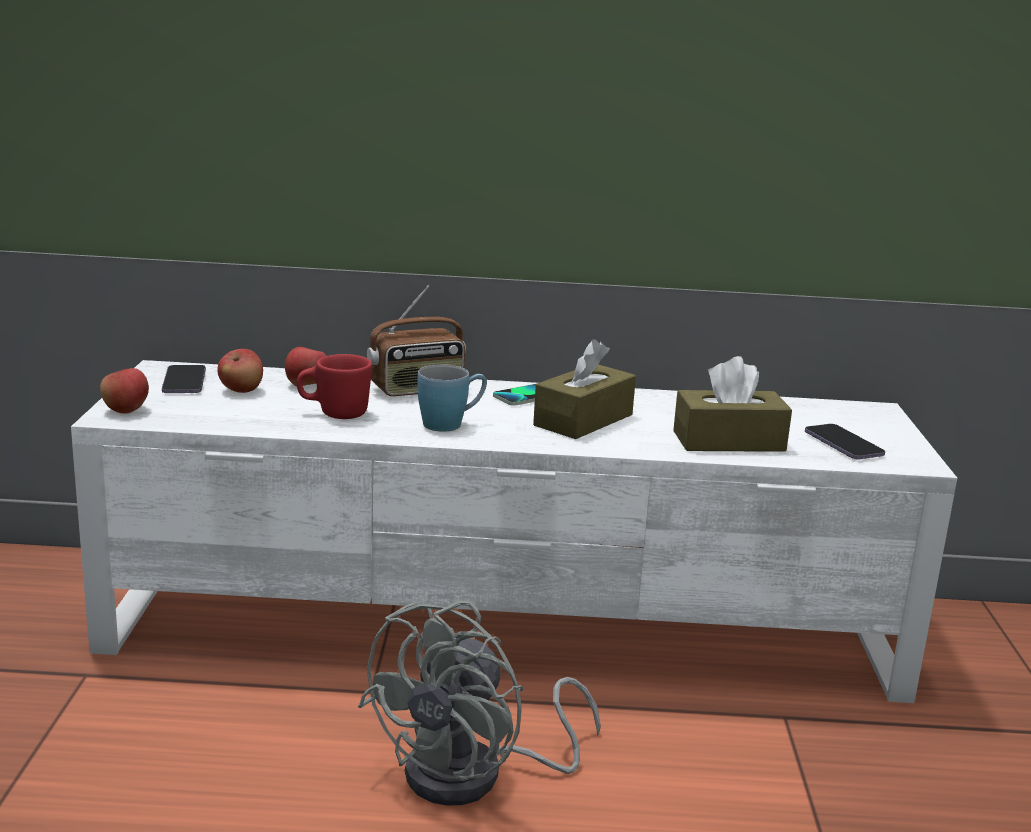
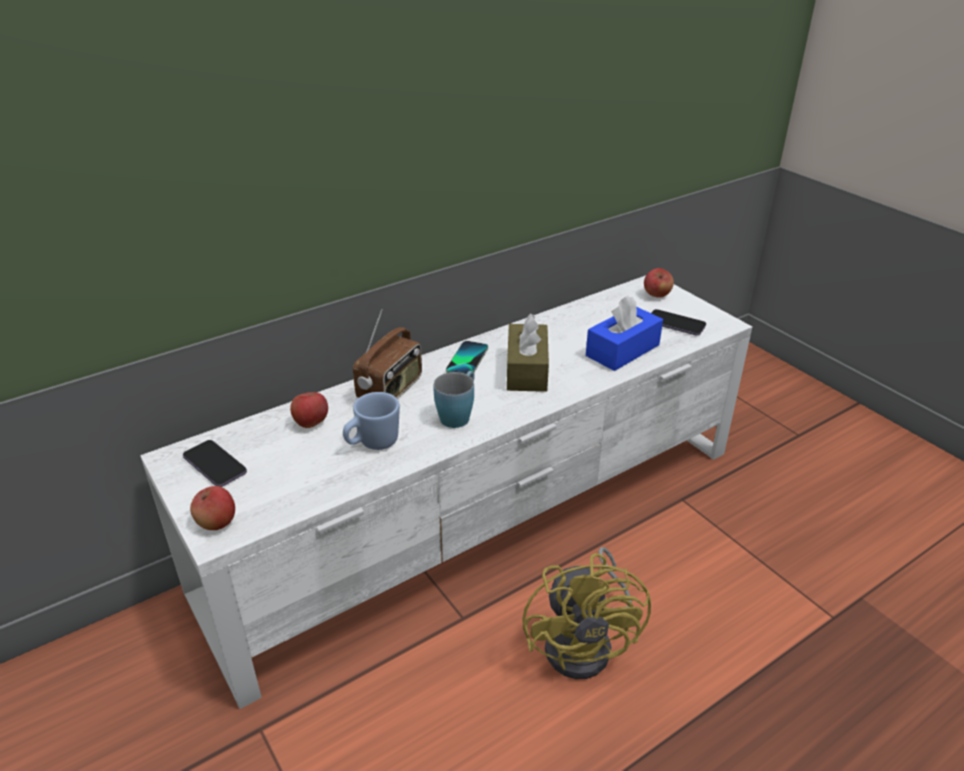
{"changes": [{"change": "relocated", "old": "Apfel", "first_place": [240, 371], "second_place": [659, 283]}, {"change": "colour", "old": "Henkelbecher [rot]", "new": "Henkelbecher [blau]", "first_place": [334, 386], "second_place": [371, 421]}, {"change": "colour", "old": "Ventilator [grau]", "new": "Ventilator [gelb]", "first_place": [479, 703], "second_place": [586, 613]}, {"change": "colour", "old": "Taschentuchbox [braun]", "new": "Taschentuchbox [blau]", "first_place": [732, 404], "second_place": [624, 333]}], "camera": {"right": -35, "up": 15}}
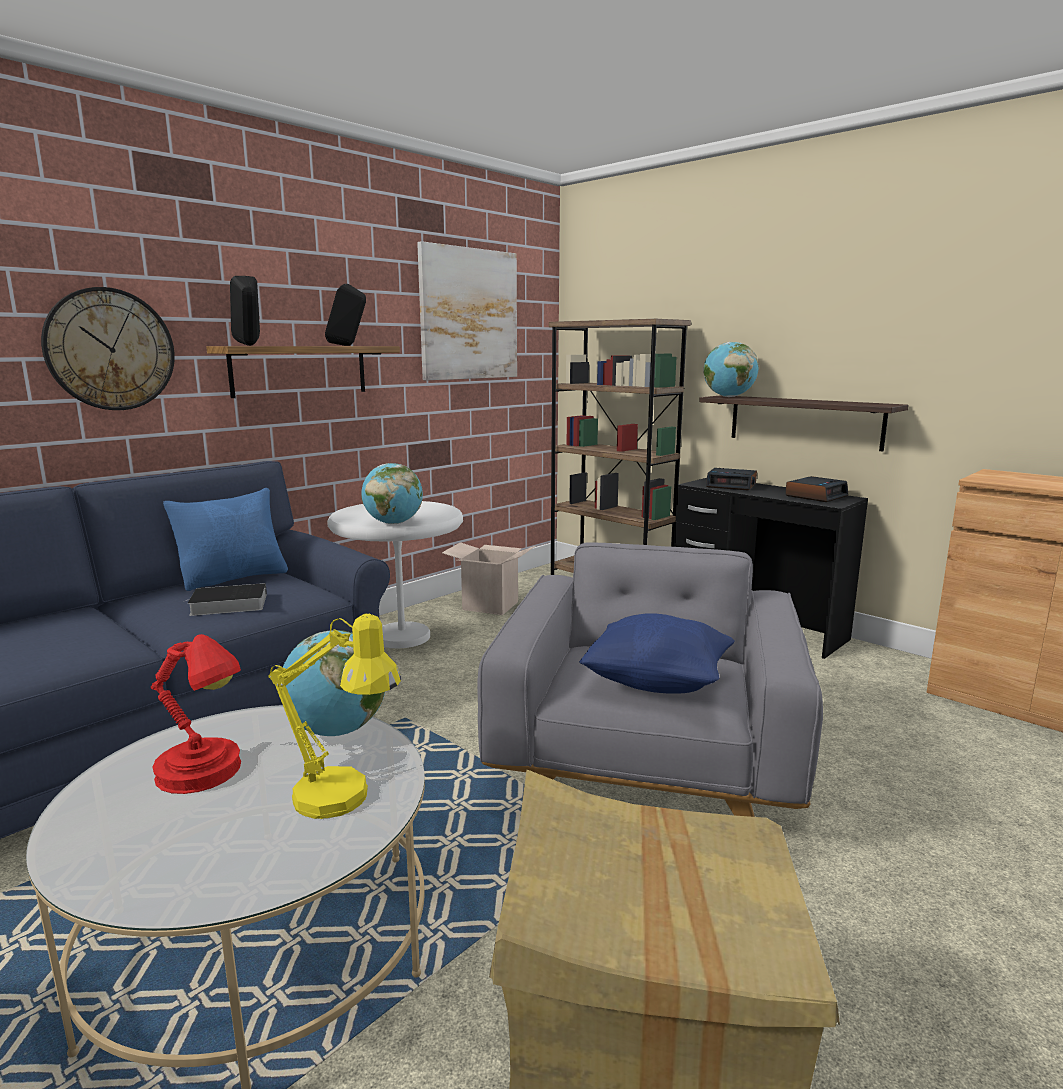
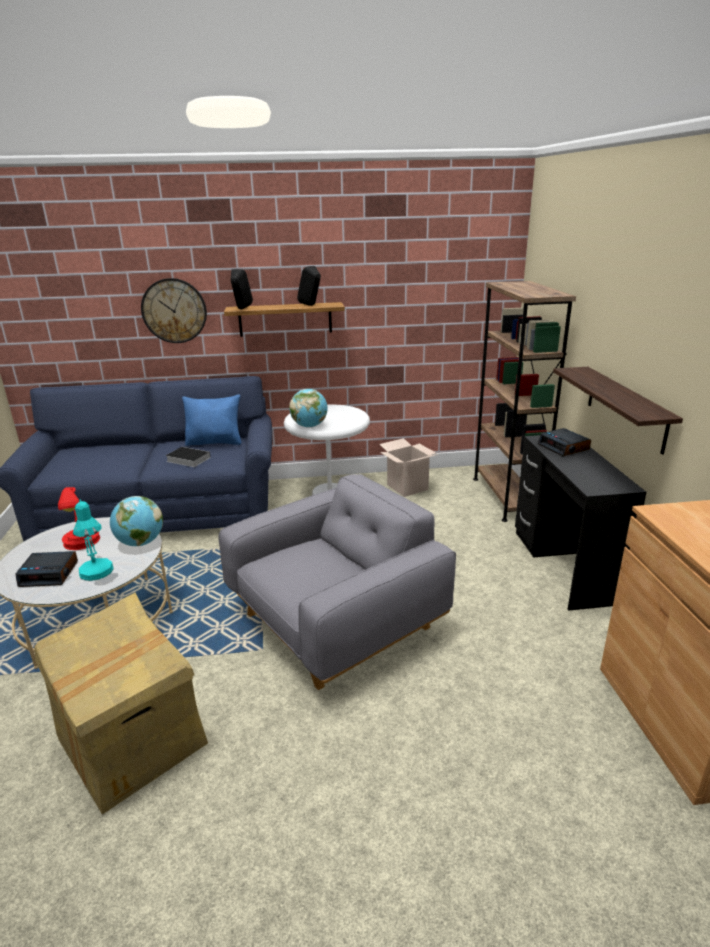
{"changes": [{"change": "colour", "old": "Tischlampe [gelb]", "new": "Tischlampe [türkis]", "first_place": [334, 716], "second_place": [93, 540]}, {"change": "missing", "old": "Bild", "first_place": [467, 310]}, {"change": "missing", "old": "Kissen [blau]", "first_place": [656, 653]}, {"change": "missing", "old": "Globus", "first_place": [731, 369]}, {"change": "relocated", "old": "Wecker", "first_place": [816, 489], "second_place": [46, 569]}], "camera": {"right": 40, "up": 10}}
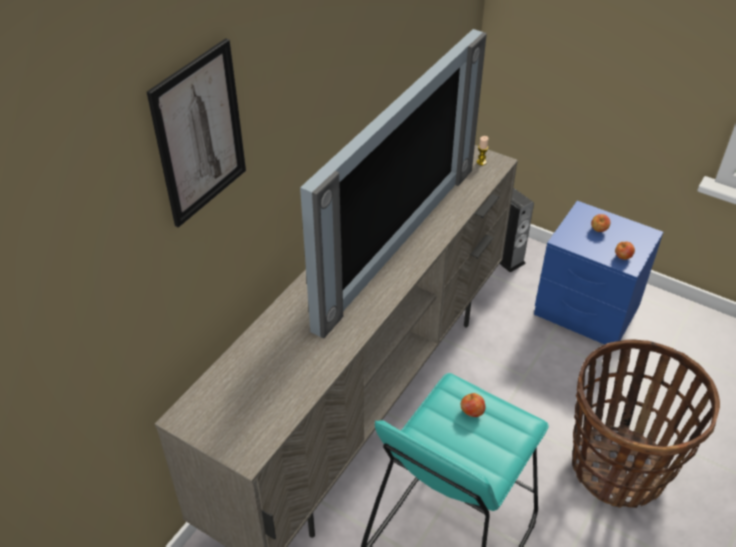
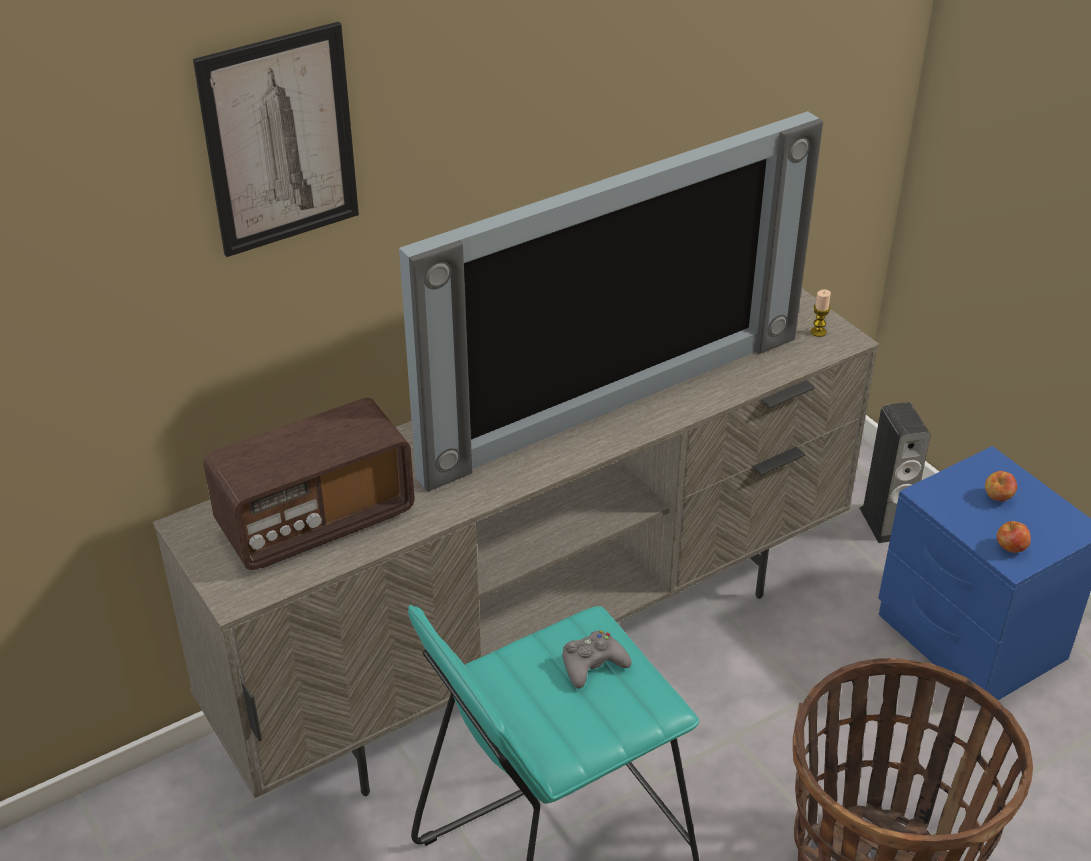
{"changes": [{"change": "exchanged", "old": "Apfel", "new": "Gamepad [grau]", "first_place": [473, 405], "second_place": [596, 660]}, {"change": "appeared", "new": "Radio", "second_place": [309, 484]}], "camera": {"right": 25, "up": -5}}
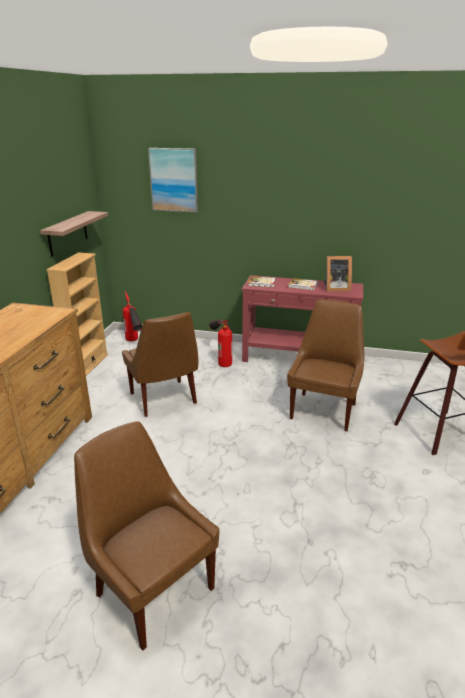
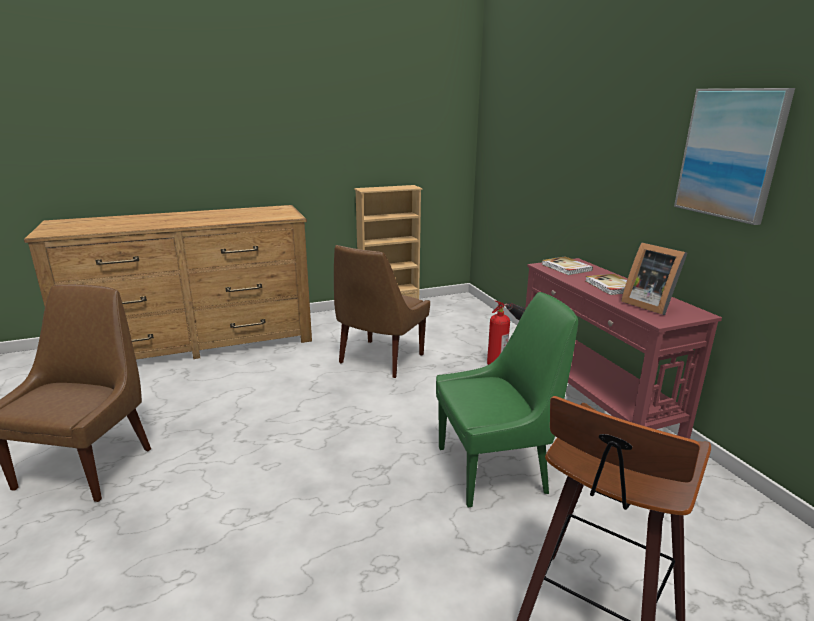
{"changes": [{"change": "missing", "old": "Wandregal", "first_place": [74, 233]}, {"change": "missing", "old": "Feuerlöscher", "first_place": [132, 316]}, {"change": "relocated", "old": "Bild", "first_place": [173, 180], "second_place": [734, 156]}, {"change": "colour", "old": "Stuhl [braun]", "new": "Stuhl [grün]", "first_place": [325, 365], "second_place": [507, 399]}], "camera": {"right": 55, "up": -5}}
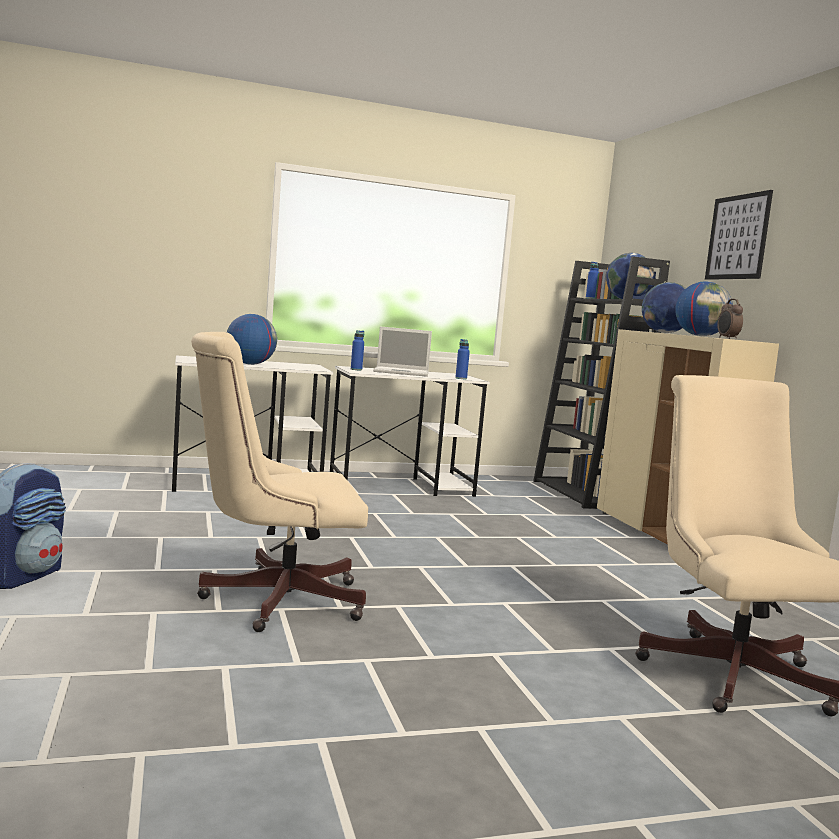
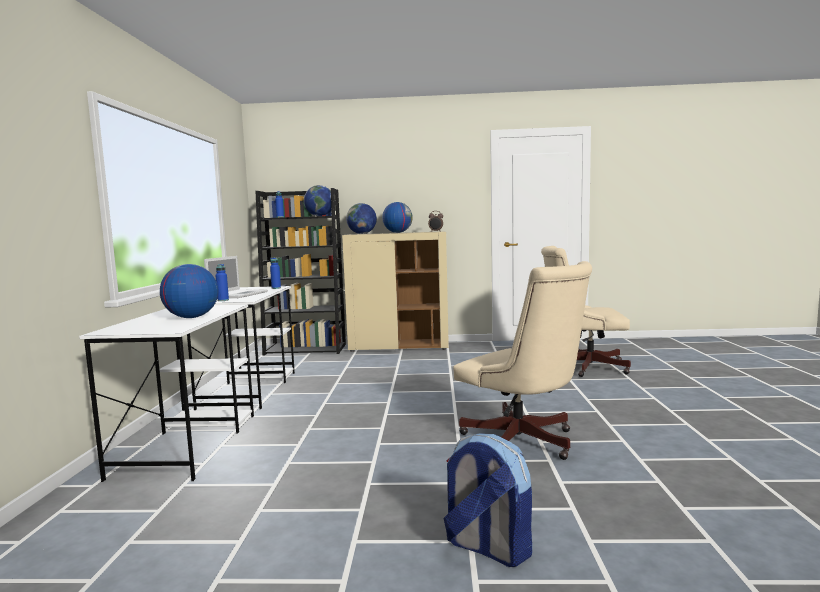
{"changes": [{"change": "spun", "old": "Bürostuhl [beige]", "first_place": [279, 482], "second_place": [522, 360], "degrees": -45}, {"change": "missing", "old": "Bild", "first_place": [739, 235]}], "camera": {"right": -70, "up": 0}}
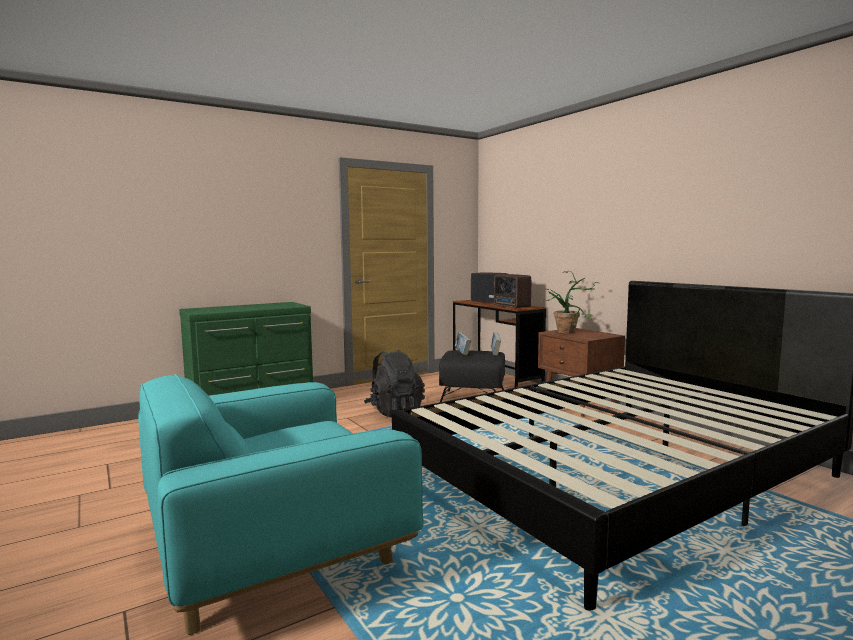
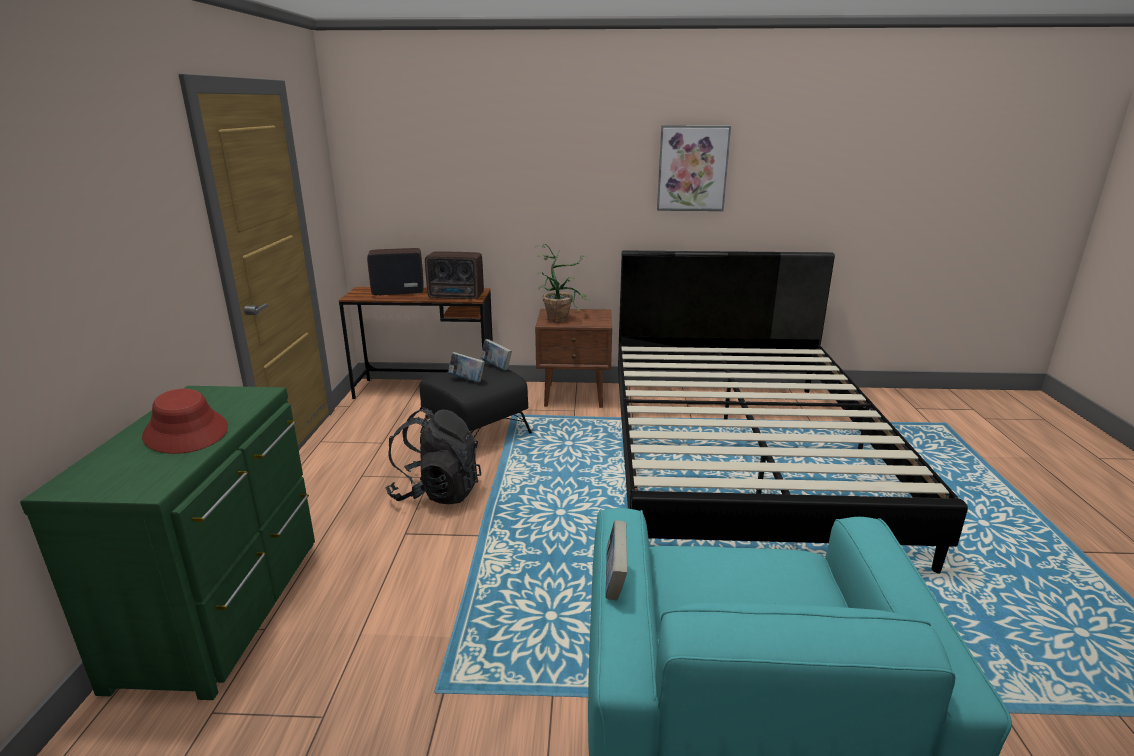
{"changes": [{"change": "appeared", "new": "Hut [rot]", "second_place": [185, 421]}, {"change": "appeared", "new": "Buch", "second_place": [616, 560]}, {"change": "appeared", "new": "Bild", "second_place": [694, 168]}], "camera": {"right": -55, "up": 15}}
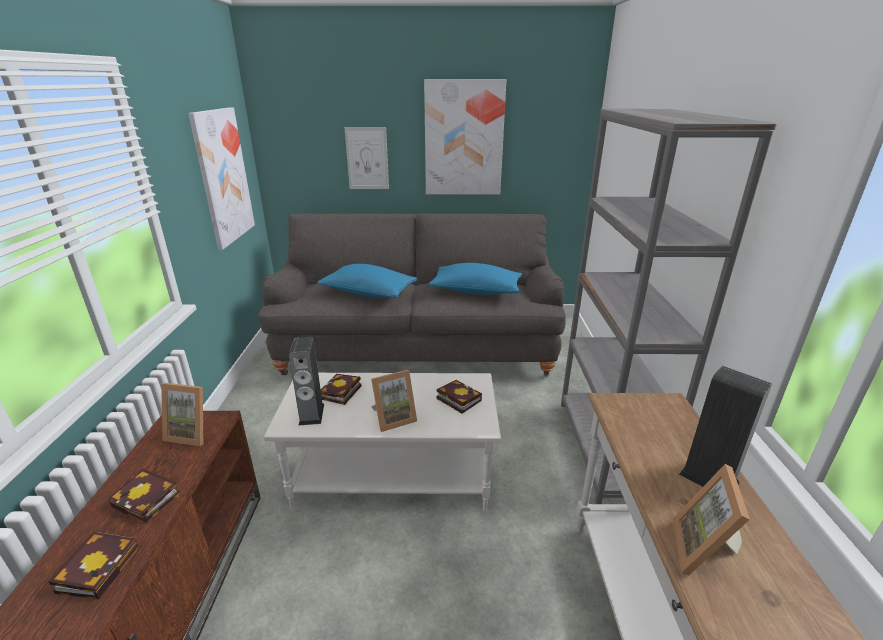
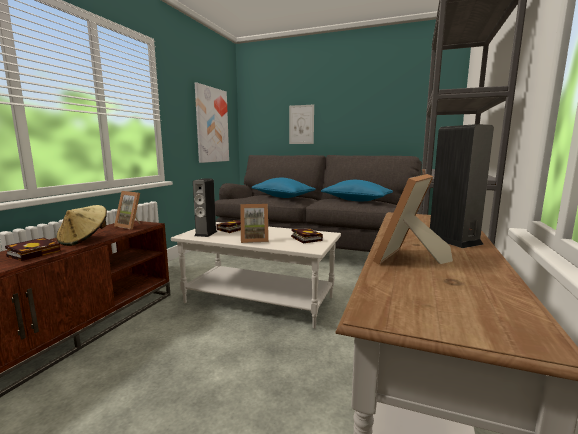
{"changes": [{"change": "exchanged", "old": "Buch", "new": "Hut [beige]", "first_place": [144, 496], "second_place": [81, 225]}, {"change": "missing", "old": "Bild", "first_place": [465, 137]}], "camera": {"right": 20, "up": -15}}
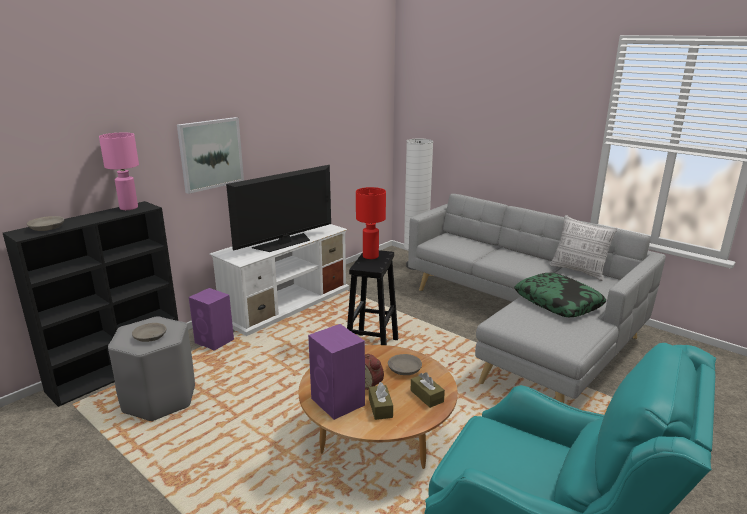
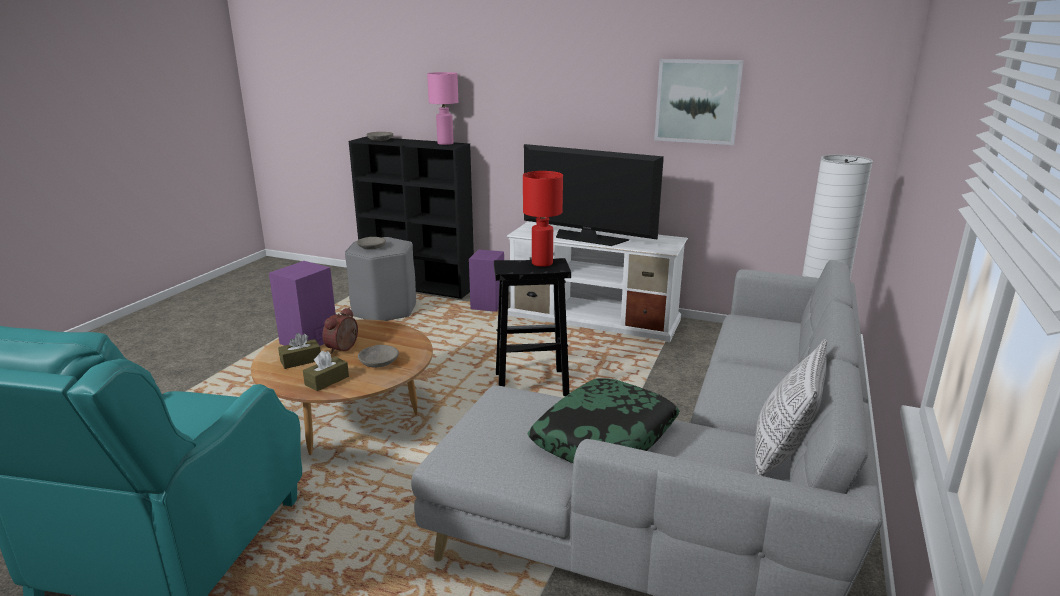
{"changes": [{"change": "relocated", "old": "Bild", "first_place": [210, 155], "second_place": [699, 102]}], "camera": {"right": 70, "up": 0}}
